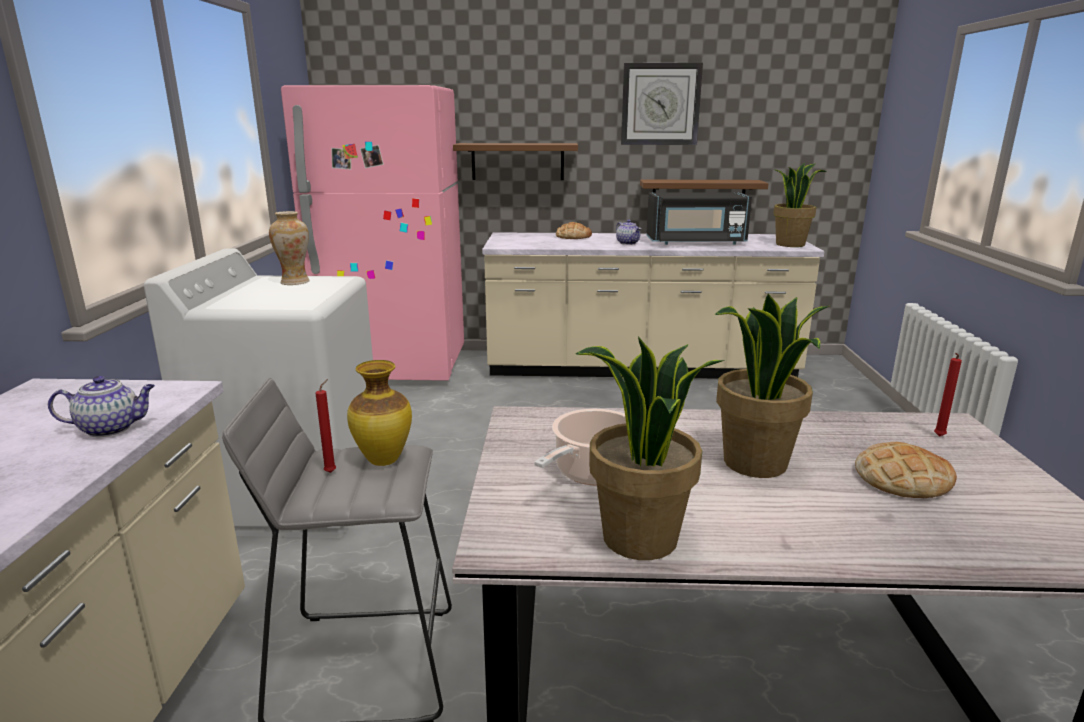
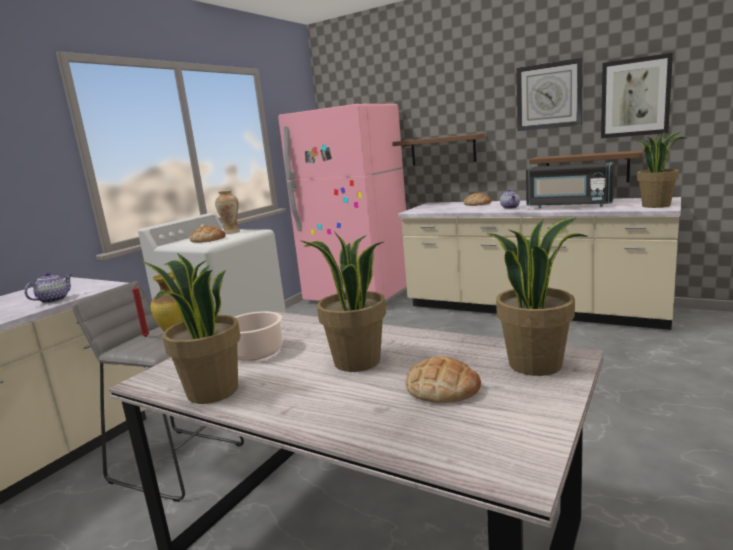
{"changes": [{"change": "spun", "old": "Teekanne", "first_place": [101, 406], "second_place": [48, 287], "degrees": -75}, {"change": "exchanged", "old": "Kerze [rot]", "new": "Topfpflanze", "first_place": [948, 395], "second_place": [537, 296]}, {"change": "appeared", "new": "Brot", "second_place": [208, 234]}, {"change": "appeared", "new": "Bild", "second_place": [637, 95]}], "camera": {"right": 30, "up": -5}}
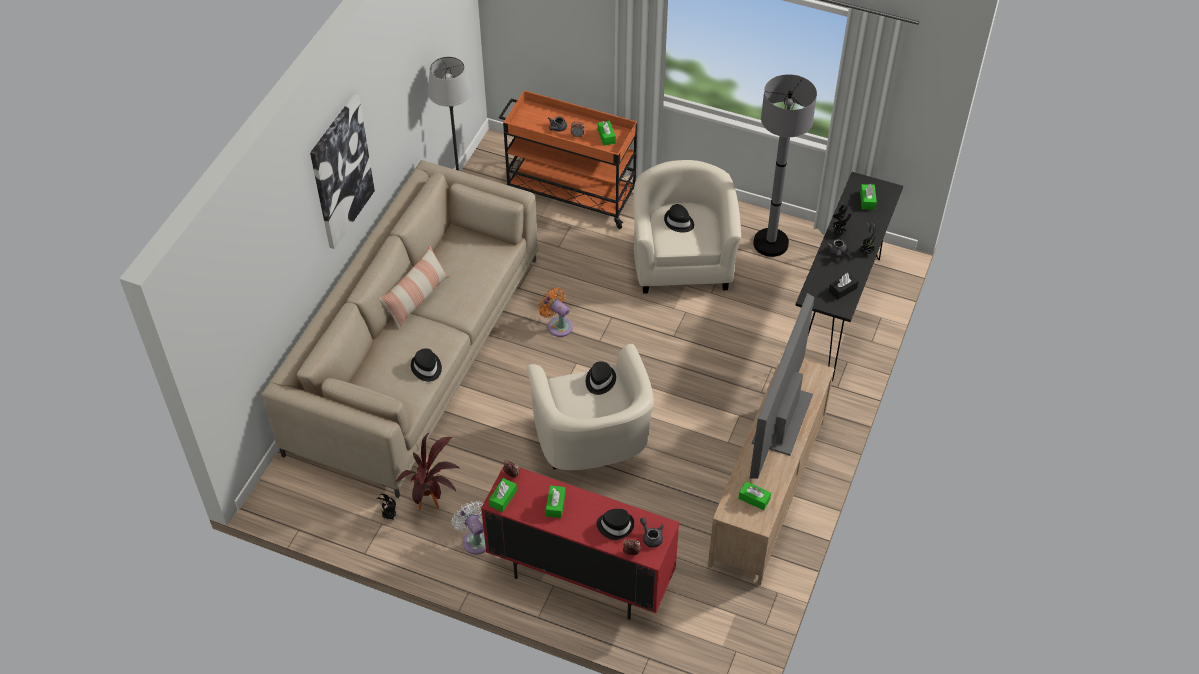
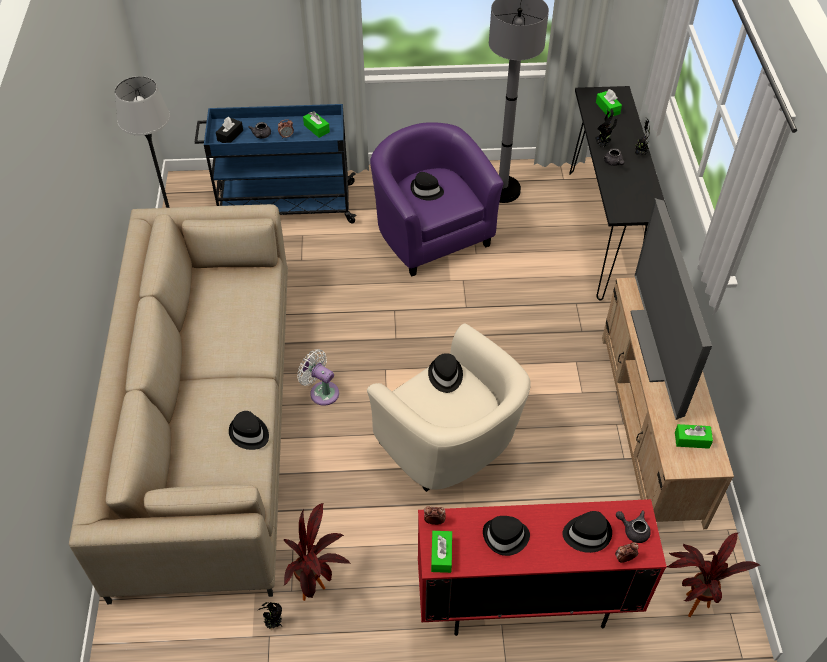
{"changes": [{"change": "missing", "old": "Bild", "first_place": [342, 171]}, {"change": "missing", "old": "Kissen", "first_place": [414, 288]}, {"change": "relocated", "old": "Ventilator [weiß]", "first_place": [468, 527], "second_place": [318, 377]}, {"change": "colour", "old": "Rollwagen [orange]", "new": "Rollwagen [blau]", "first_place": [568, 159], "second_place": [275, 164]}, {"change": "missing", "old": "Ventilator [orange]", "first_place": [555, 312]}, {"change": "exchanged", "old": "Taschentuchbox [grün]", "new": "Hut [schwarz]", "first_place": [555, 501], "second_place": [506, 536]}, {"change": "colour", "old": "Sessel [beige]", "new": "Sessel [lila]", "first_place": [687, 227], "second_place": [436, 199]}, {"change": "relocated", "old": "Taschentuchbox [schwarz]", "first_place": [844, 286], "second_place": [229, 130]}, {"change": "appeared", "new": "Topfpflanze", "second_place": [713, 575]}], "camera": {"right": -25, "up": 0}}
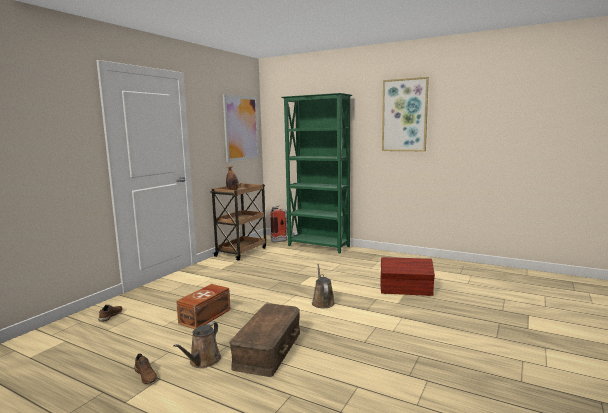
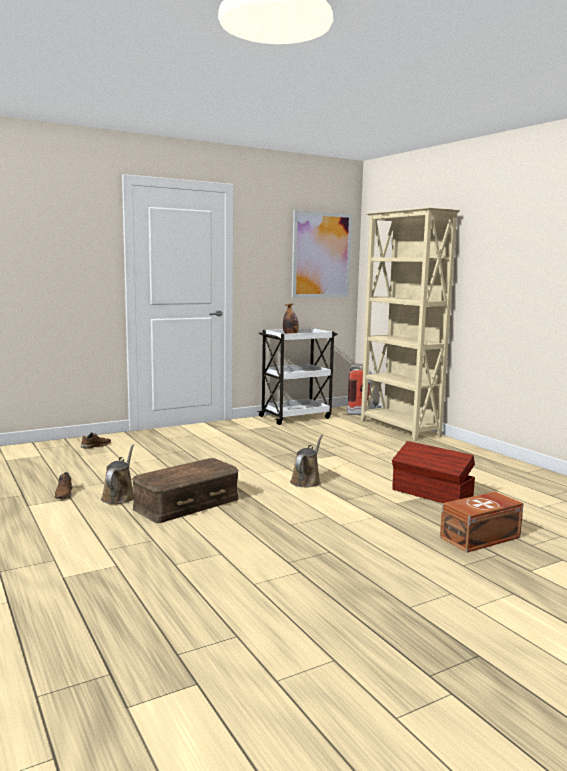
{"changes": [{"change": "spun", "old": "Gießkanne [braun]", "first_place": [197, 345], "second_place": [117, 474], "degrees": 135}, {"change": "relocated", "old": "Aufbewahrungsbox [braun]", "first_place": [203, 306], "second_place": [482, 522]}, {"change": "colour", "old": "Rollwagen [braun]", "new": "Rollwagen [weiß]", "first_place": [238, 222], "second_place": [297, 376]}, {"change": "colour", "old": "Bücherregal [grün]", "new": "Bücherregal [beige]", "first_place": [316, 173], "second_place": [410, 323]}, {"change": "missing", "old": "Bild", "first_place": [405, 114]}], "camera": {"right": 30, "up": 0}}
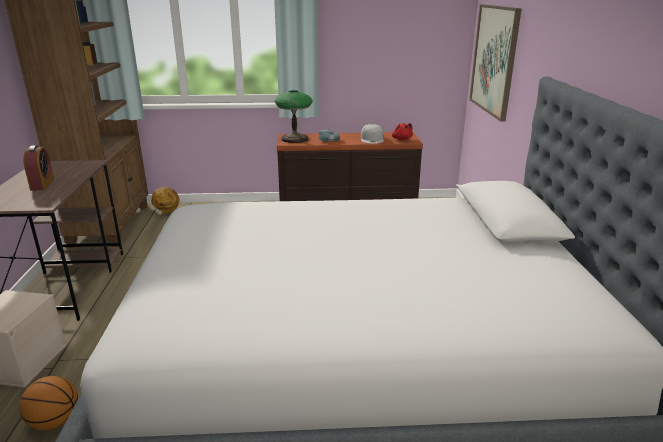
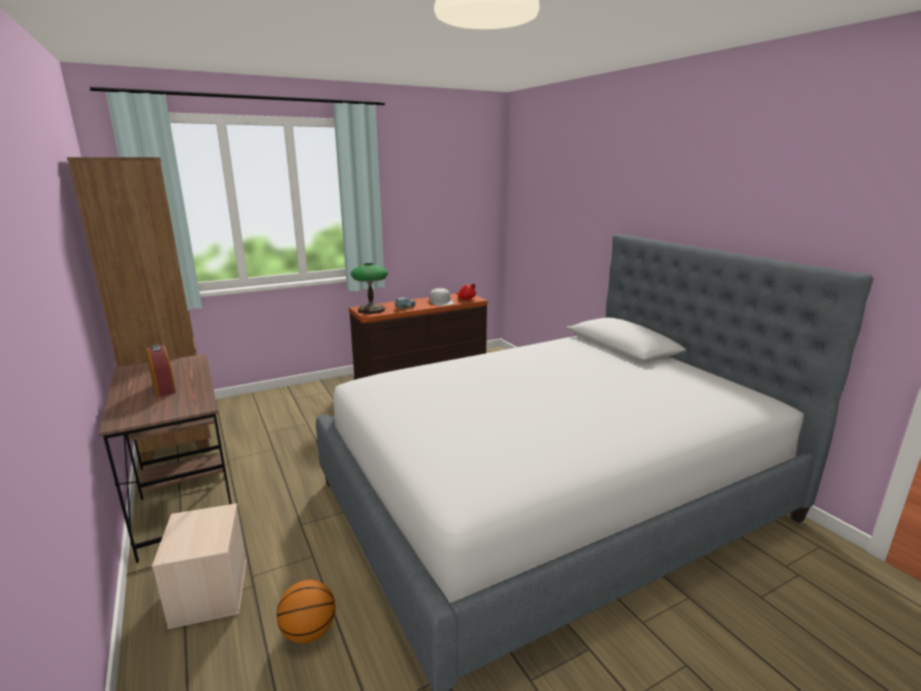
{"changes": [{"change": "missing", "old": "Basketball", "first_place": [165, 200]}, {"change": "missing", "old": "Bild", "first_place": [495, 63]}], "camera": {"right": -25, "up": -5}}
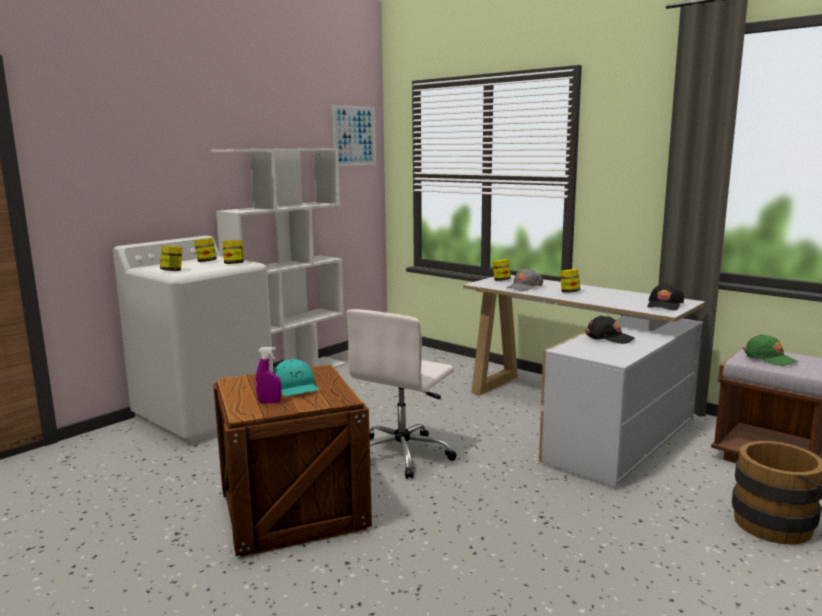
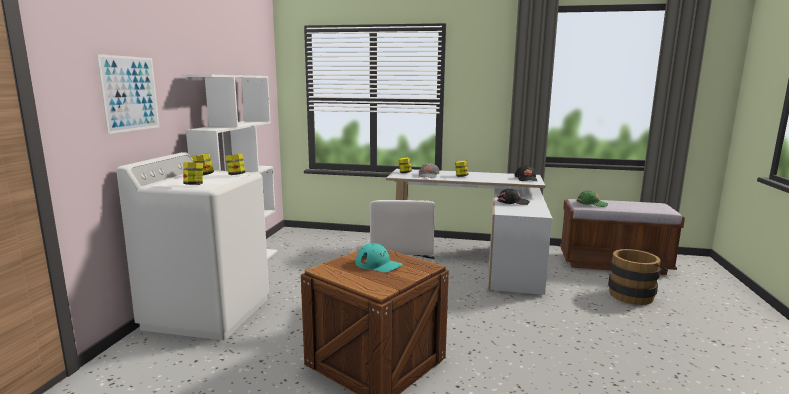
{"changes": [{"change": "missing", "old": "Sprühflasche [lila]", "first_place": [268, 375]}, {"change": "relocated", "old": "Bild", "first_place": [354, 135], "second_place": [128, 94]}], "camera": {"right": -30, "up": 0}}
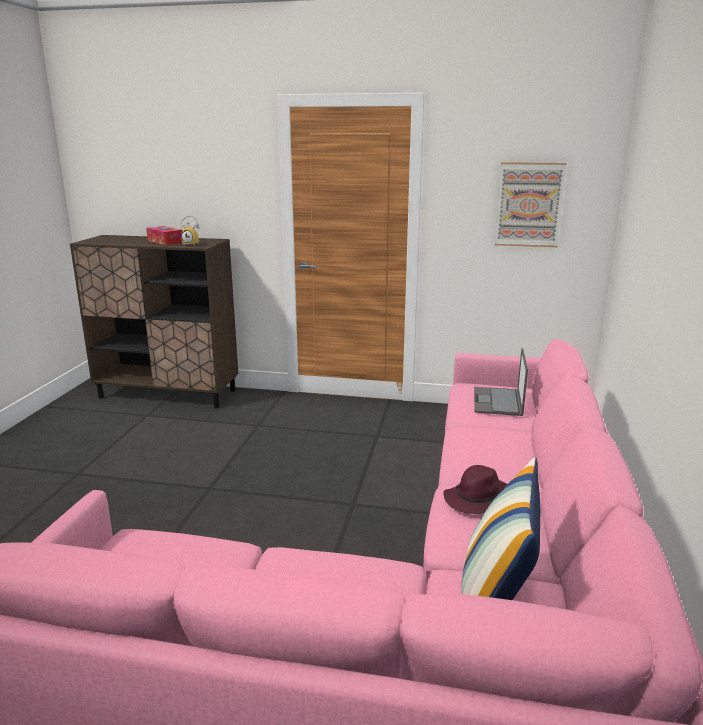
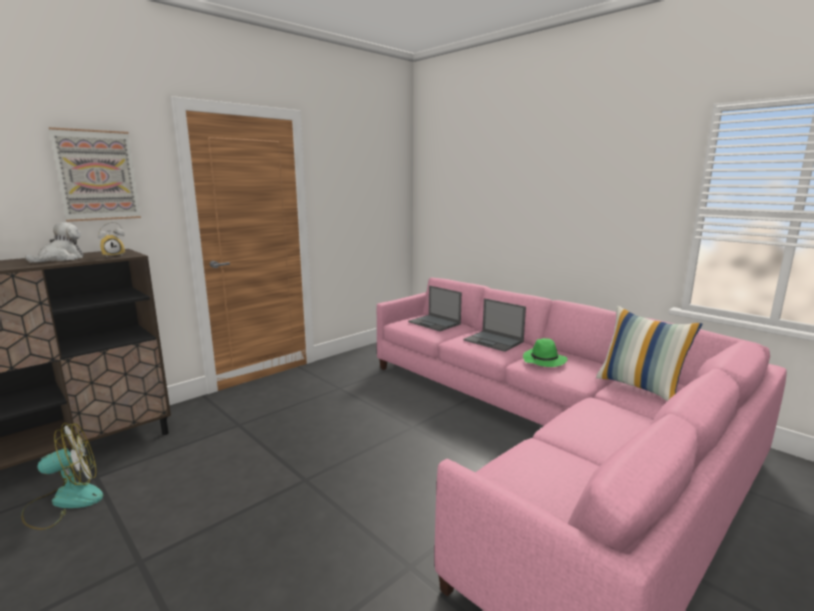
{"changes": [{"change": "exchanged", "old": "Taschentuchbox", "new": "Plüschtier", "first_place": [164, 235], "second_place": [54, 242]}, {"change": "colour", "old": "Hut [lila]", "new": "Hut [grün]", "first_place": [475, 489], "second_place": [545, 352]}, {"change": "relocated", "old": "Bild", "first_place": [530, 204], "second_place": [95, 174]}, {"change": "appeared", "new": "Ventilator", "second_place": [62, 476]}, {"change": "appeared", "new": "Laptop", "second_place": [495, 325]}], "camera": {"right": -55, "up": -5}}
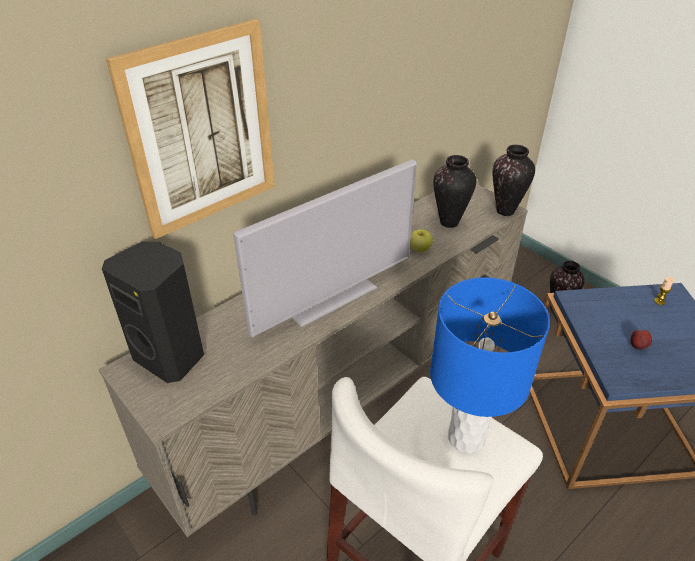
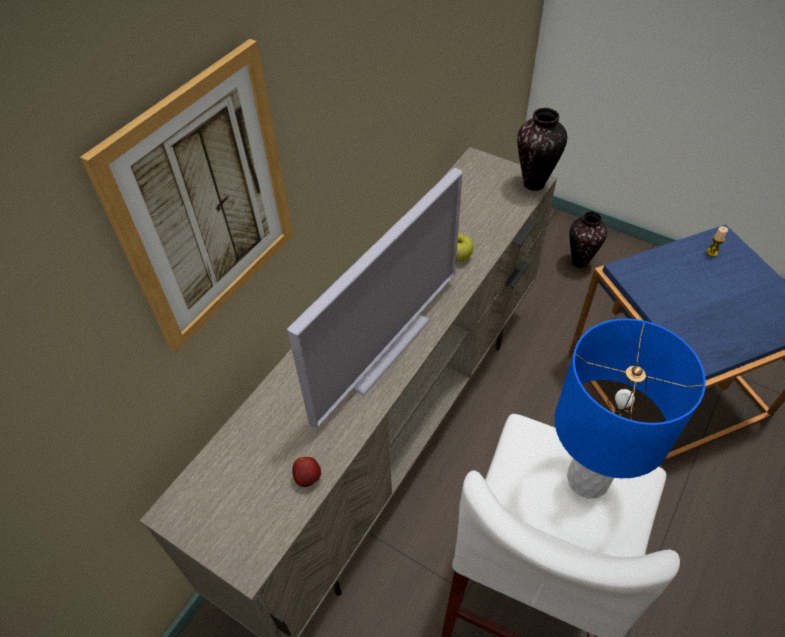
{"changes": [{"change": "missing", "old": "Lautsprecher [schwarz]", "first_place": [153, 312]}, {"change": "missing", "old": "Vase", "first_place": [454, 191]}, {"change": "relocated", "old": "Apfel", "first_place": [641, 340], "second_place": [306, 472]}], "camera": {"right": -15, "up": 10}}
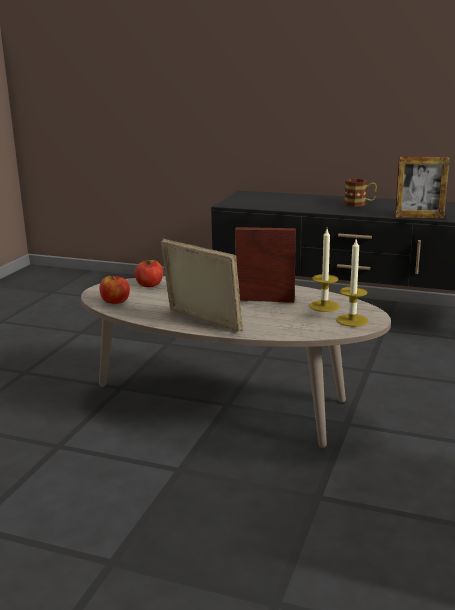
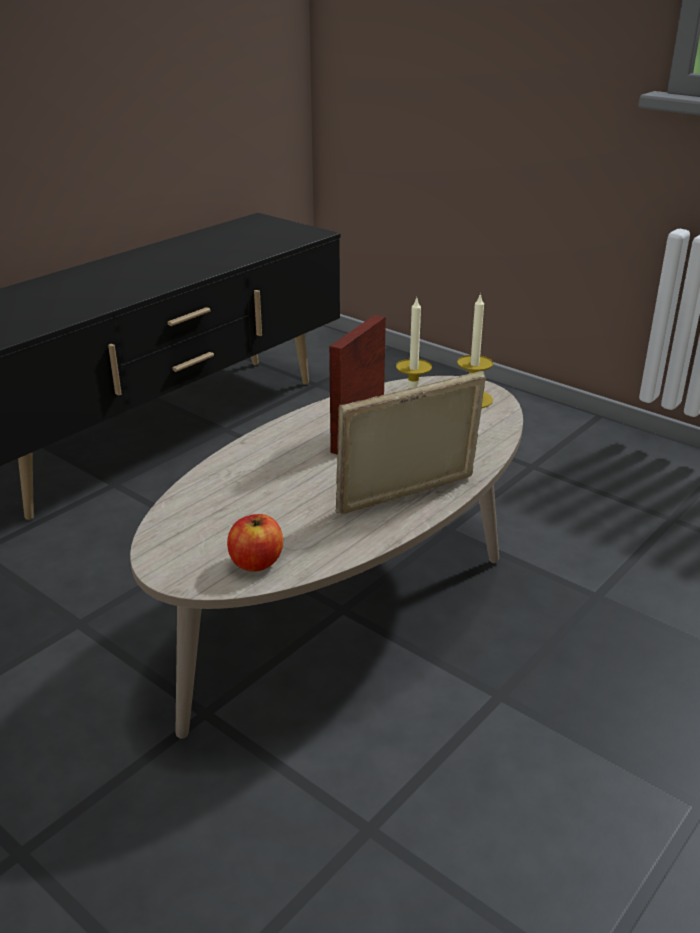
{"changes": [{"change": "missing", "old": "Apfel", "first_place": [149, 272]}, {"change": "missing", "old": "Henkelbecher", "first_place": [360, 192]}, {"change": "missing", "old": "Bilderrahmen", "first_place": [422, 187]}], "camera": {"right": -70, "up": 10}}
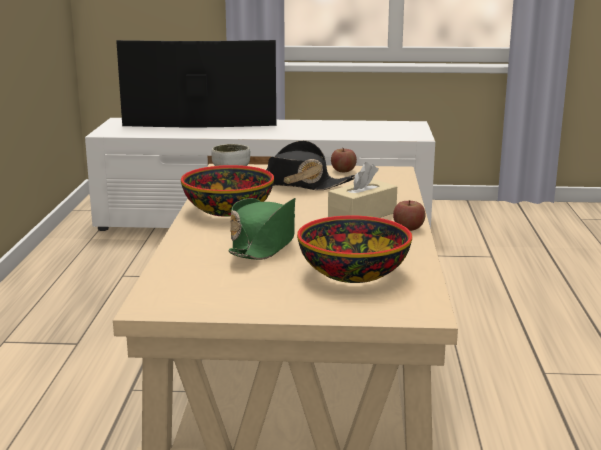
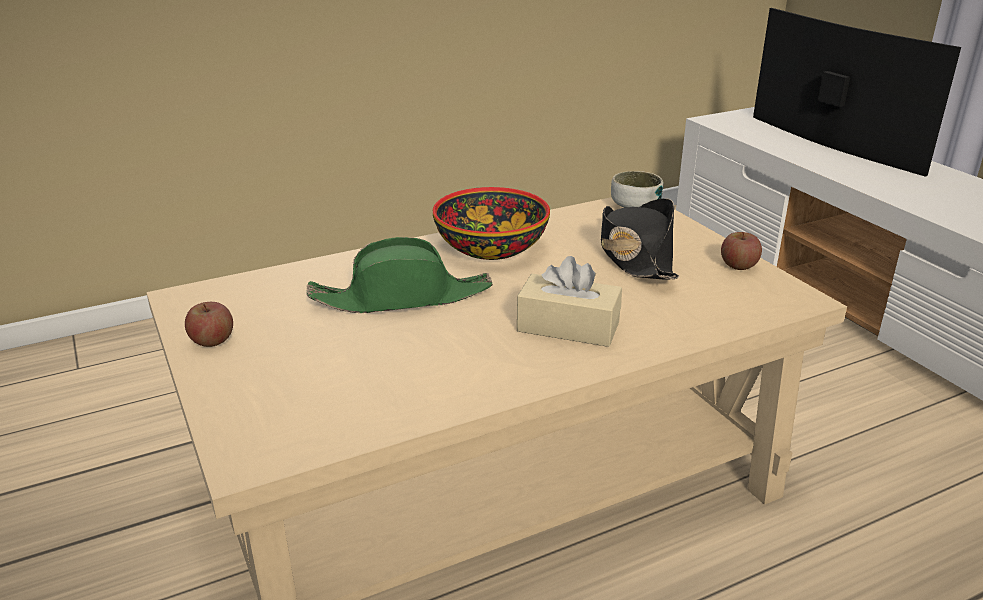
{"changes": [{"change": "missing", "old": "Schüssel", "first_place": [354, 249]}, {"change": "relocated", "old": "Apfel", "first_place": [409, 215], "second_place": [209, 324]}], "camera": {"right": 60, "up": 10}}
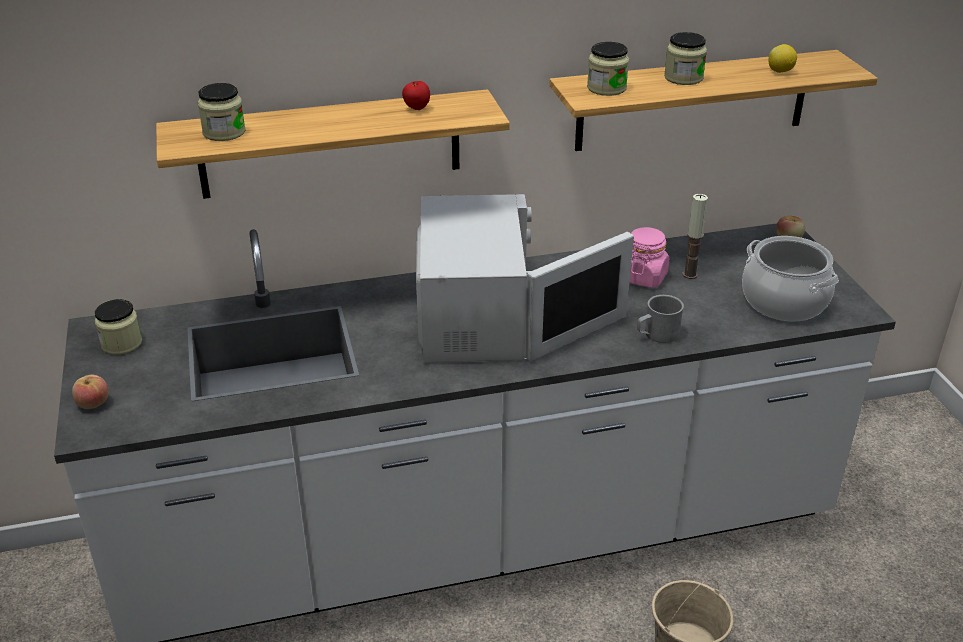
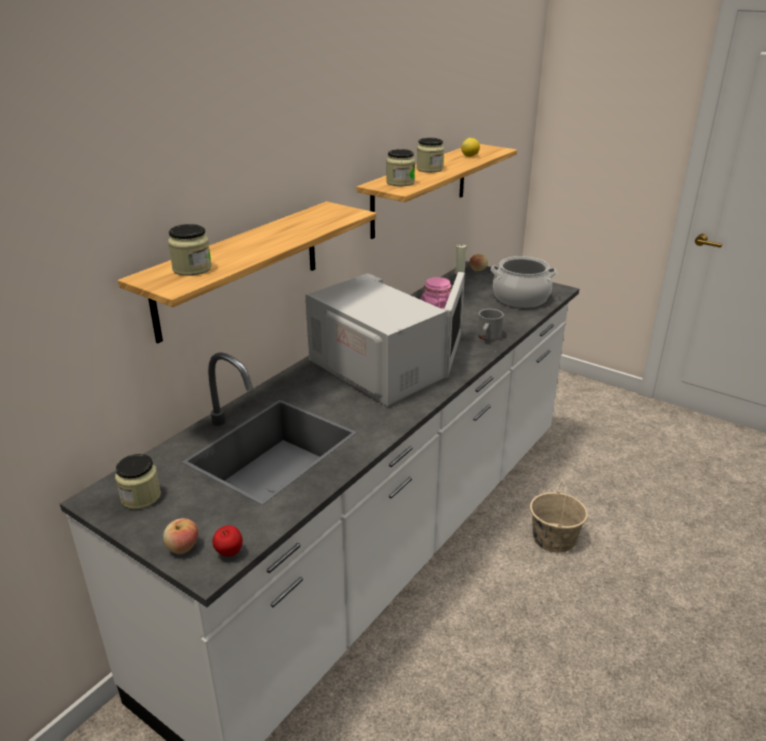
{"changes": [{"change": "relocated", "old": "Apfel", "first_place": [416, 95], "second_place": [228, 540]}], "camera": {"right": -40, "up": -5}}
